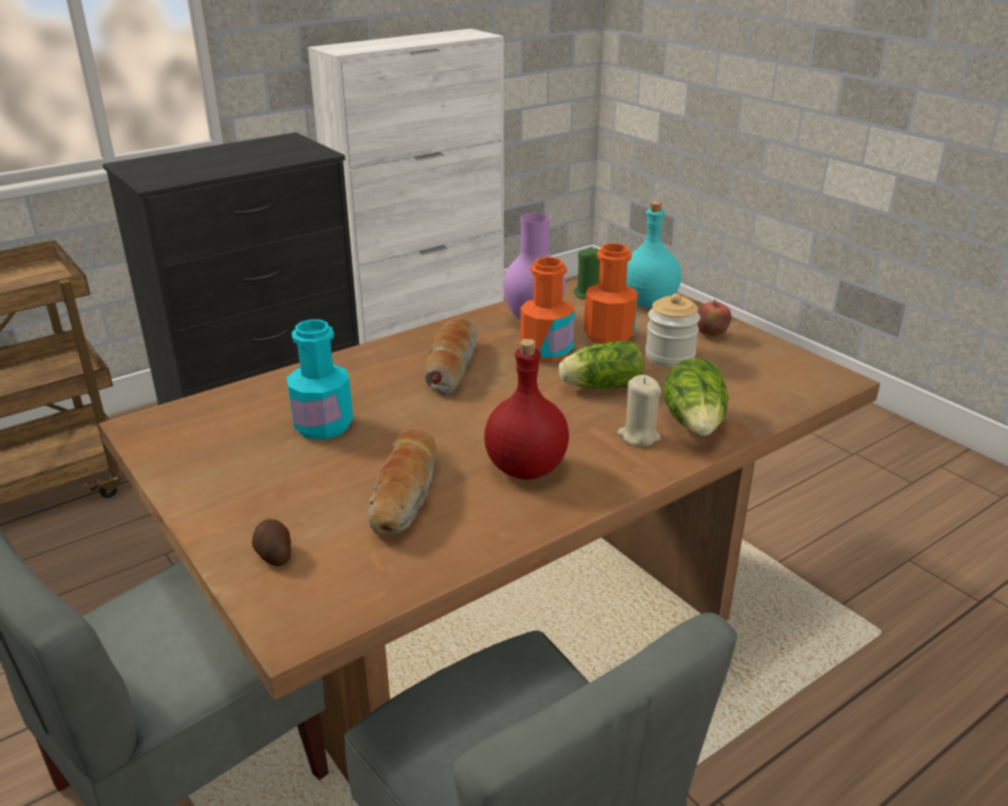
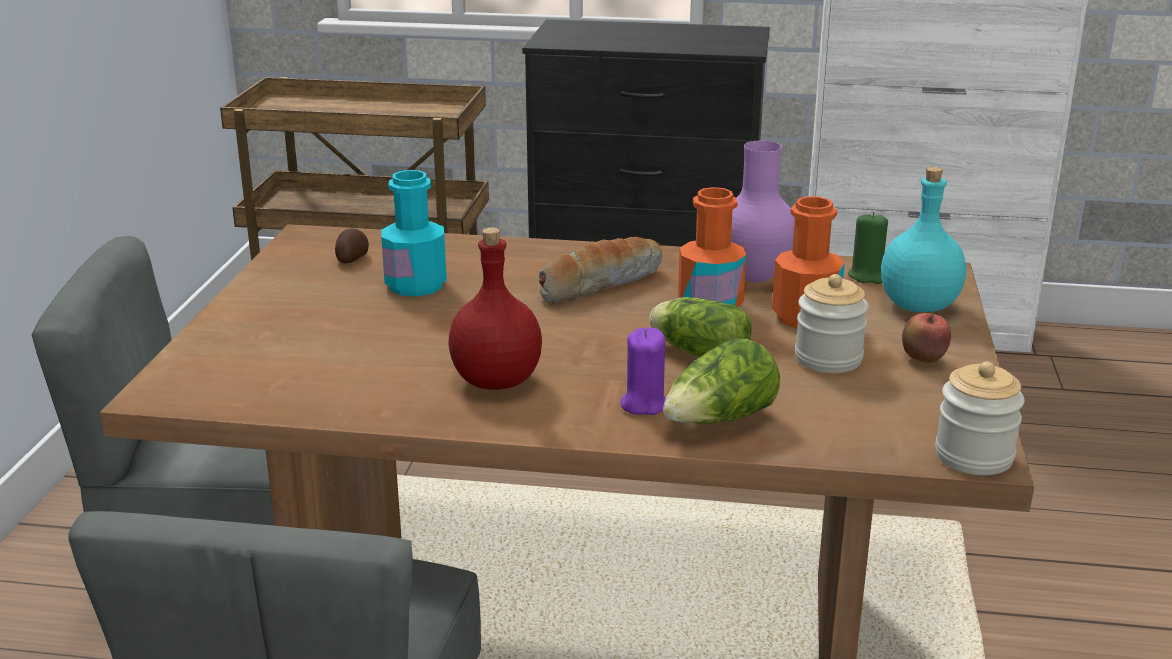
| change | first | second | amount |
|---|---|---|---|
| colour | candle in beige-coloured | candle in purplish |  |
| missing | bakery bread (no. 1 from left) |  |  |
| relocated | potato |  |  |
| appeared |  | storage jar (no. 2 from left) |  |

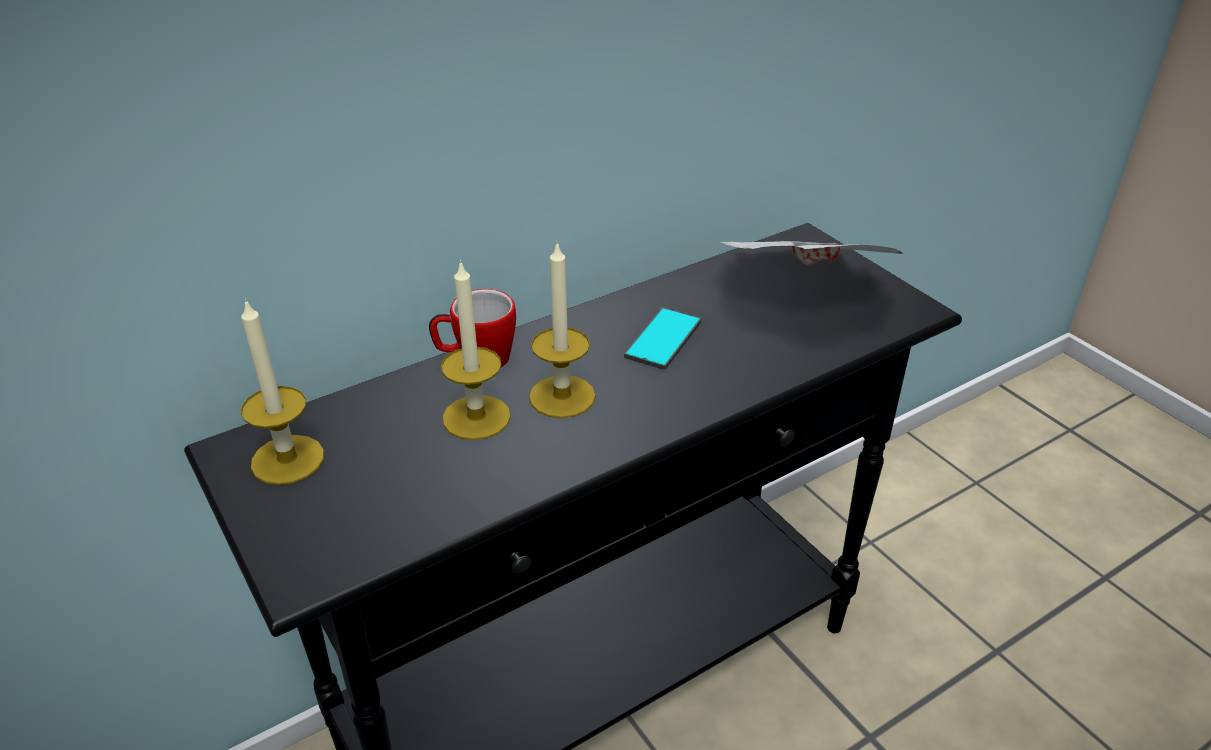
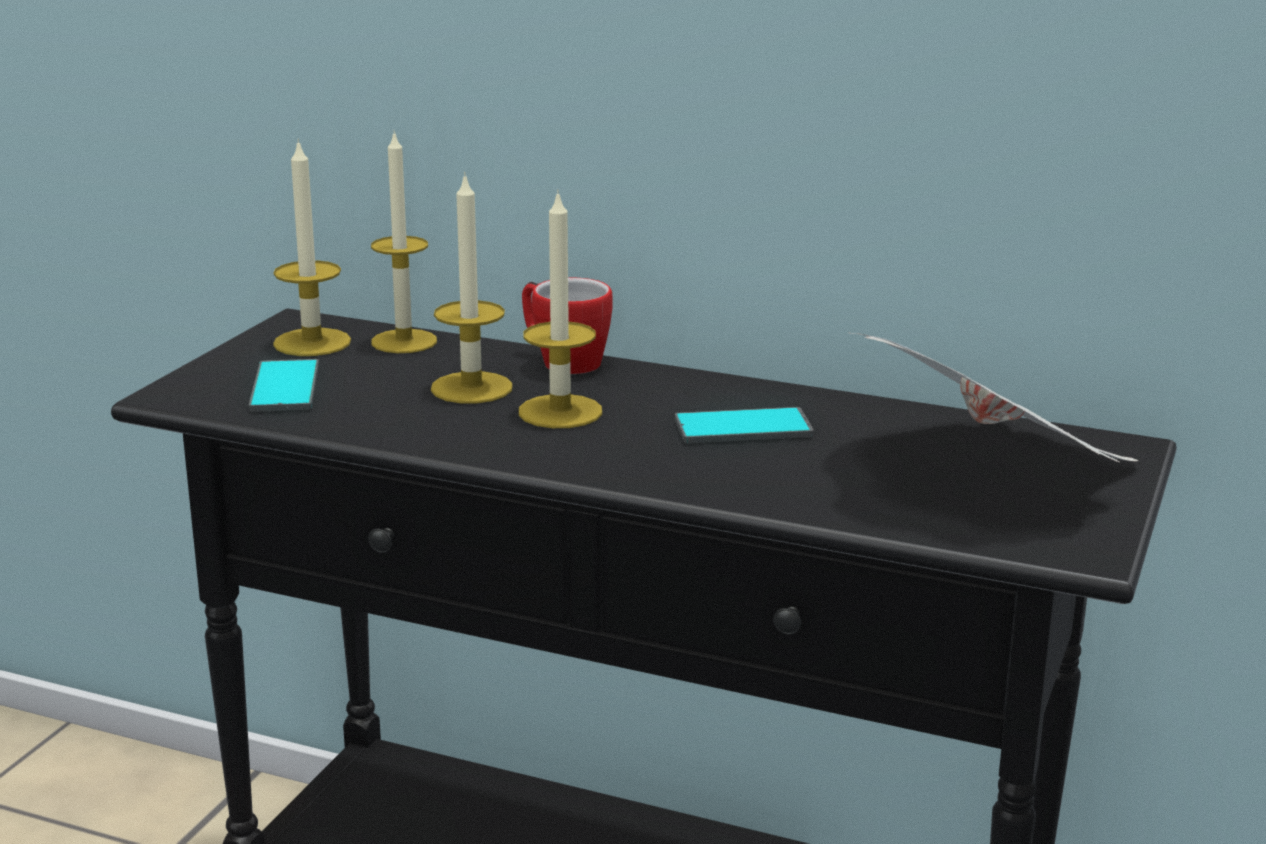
| change | first | second | amount |
|---|---|---|---|
| appeared |  | candle (no. 2 from left) |  |
| appeared |  | handset (no. 1 from left) |  |

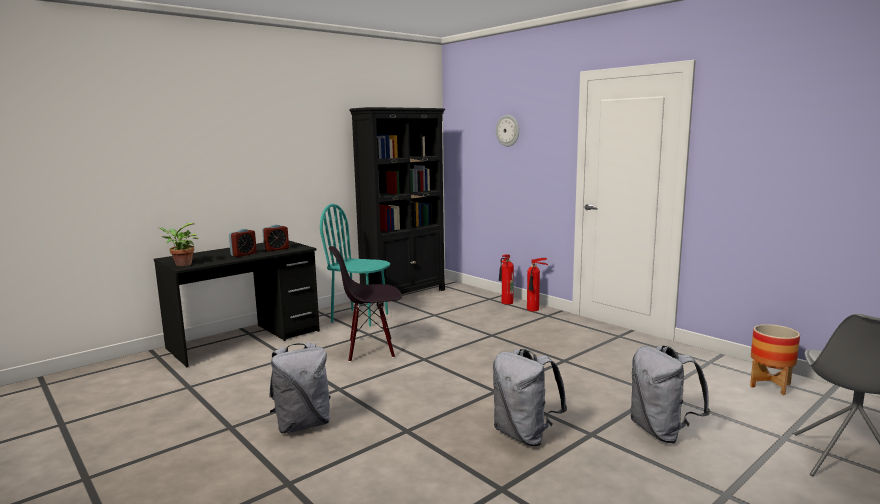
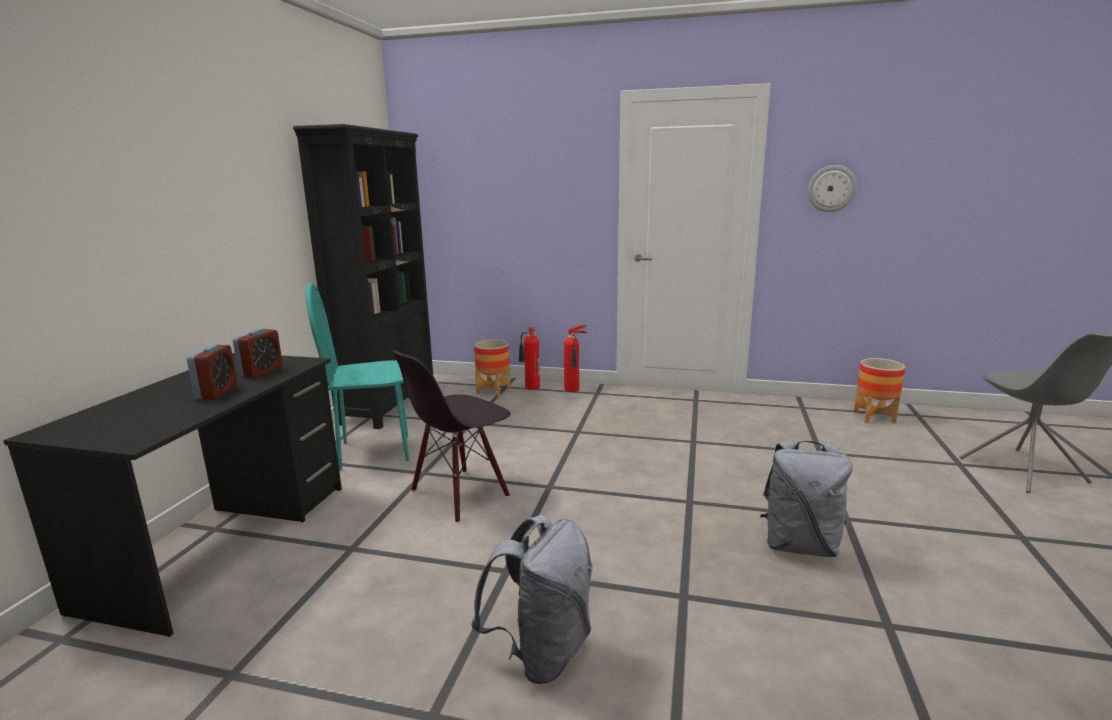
| change | first | second | amount |
|---|---|---|---|
| relocated | wall clock |  |  |
| missing | plant in a pot |  |  |
| missing | backpack in greyish (no. 3 from left) |  |  |
| appeared |  | flower pot (no. 1 from left) |  |

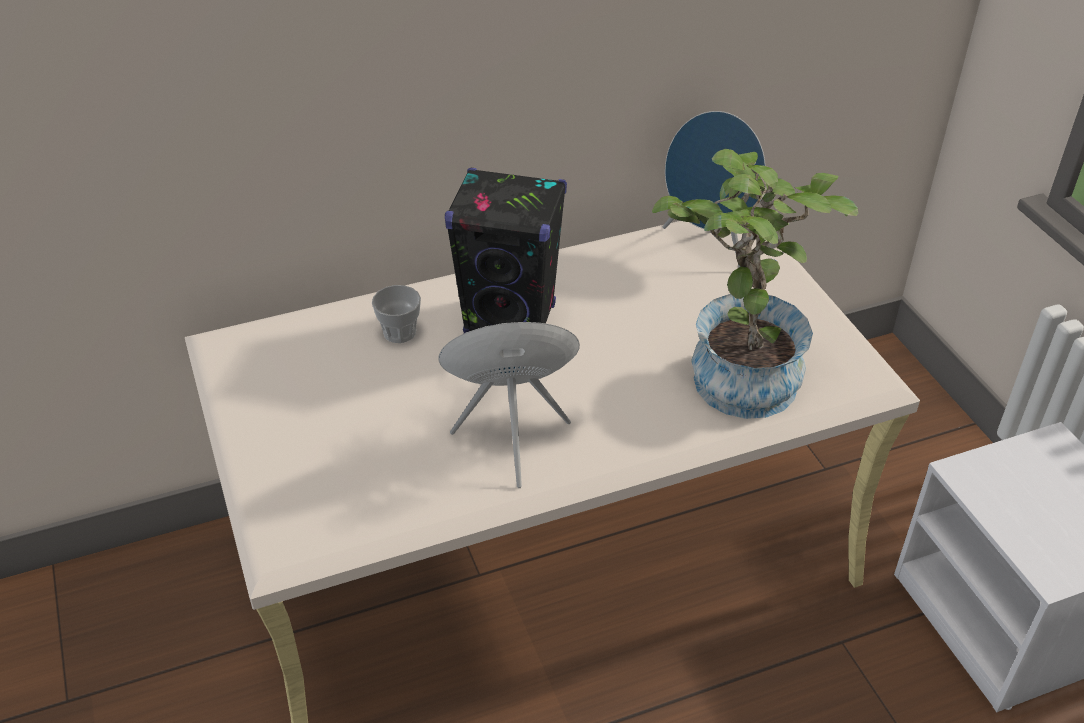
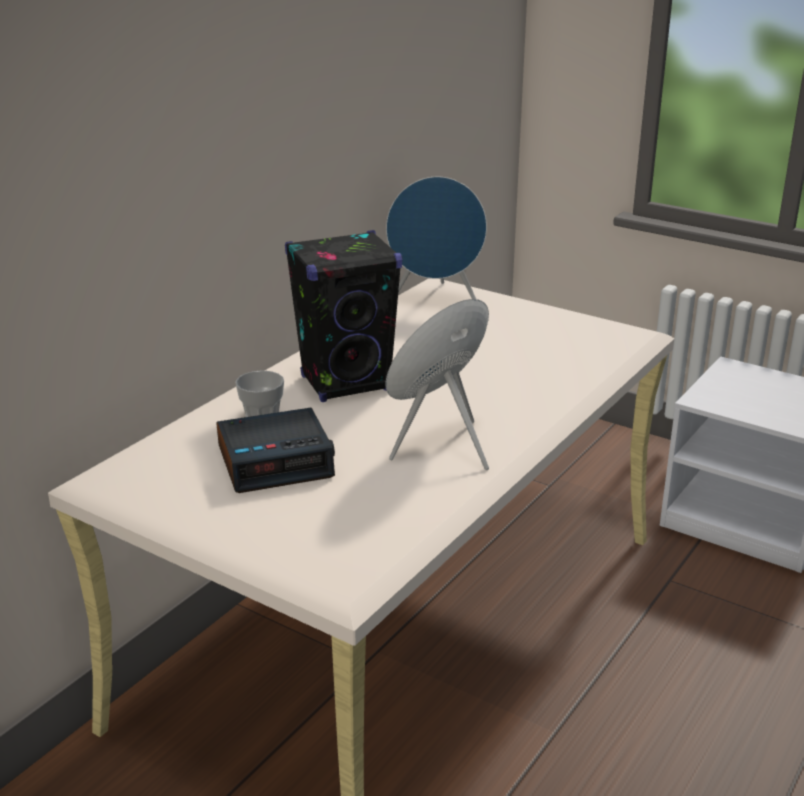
| change | first | second | amount |
|---|---|---|---|
| missing | plant in a pot |  |  |
| appeared |  | bedside clock |  |

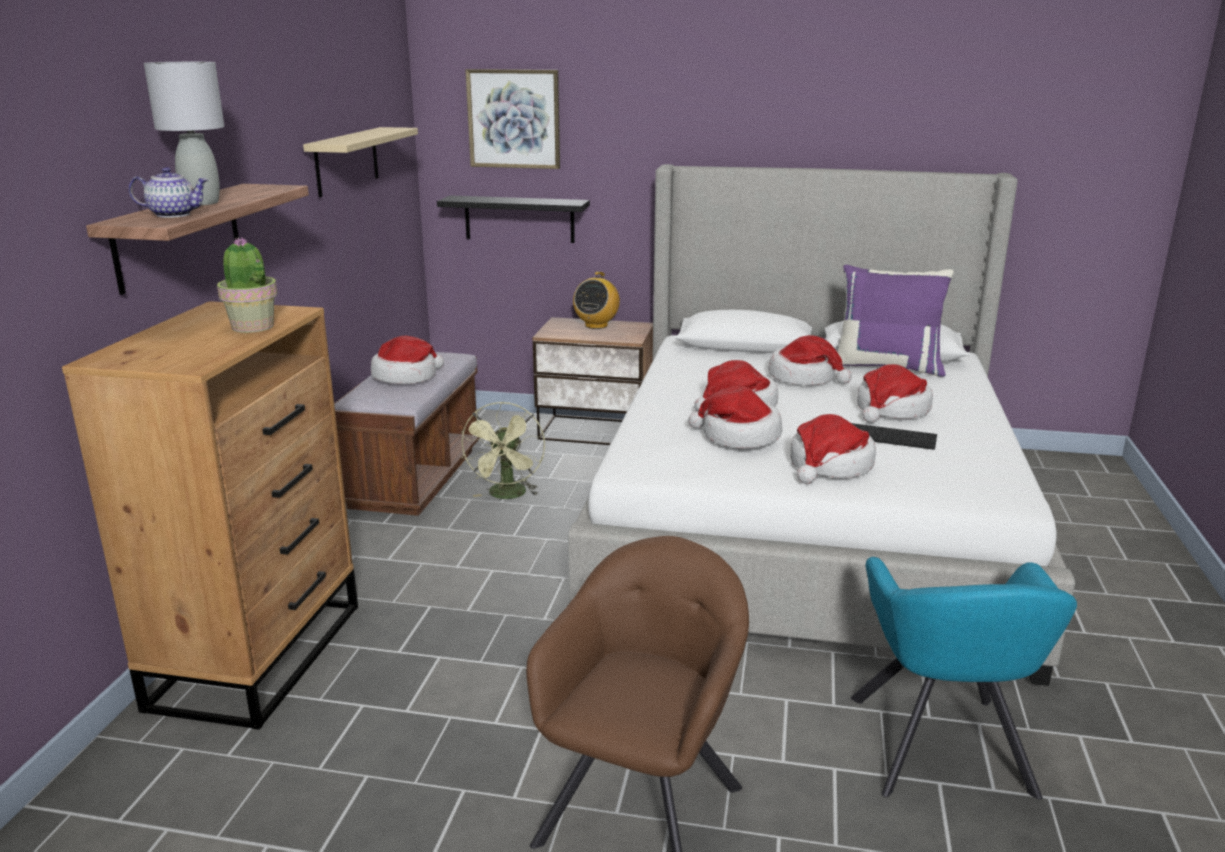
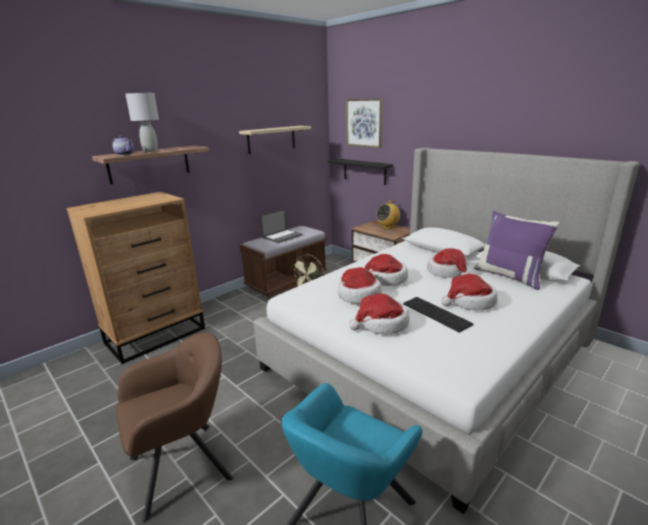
| change | first | second | amount |
|---|---|---|---|
| missing | plant in a pot |  |  |
| exchanged | hat (no. 1 from left) | notebook computer |  |

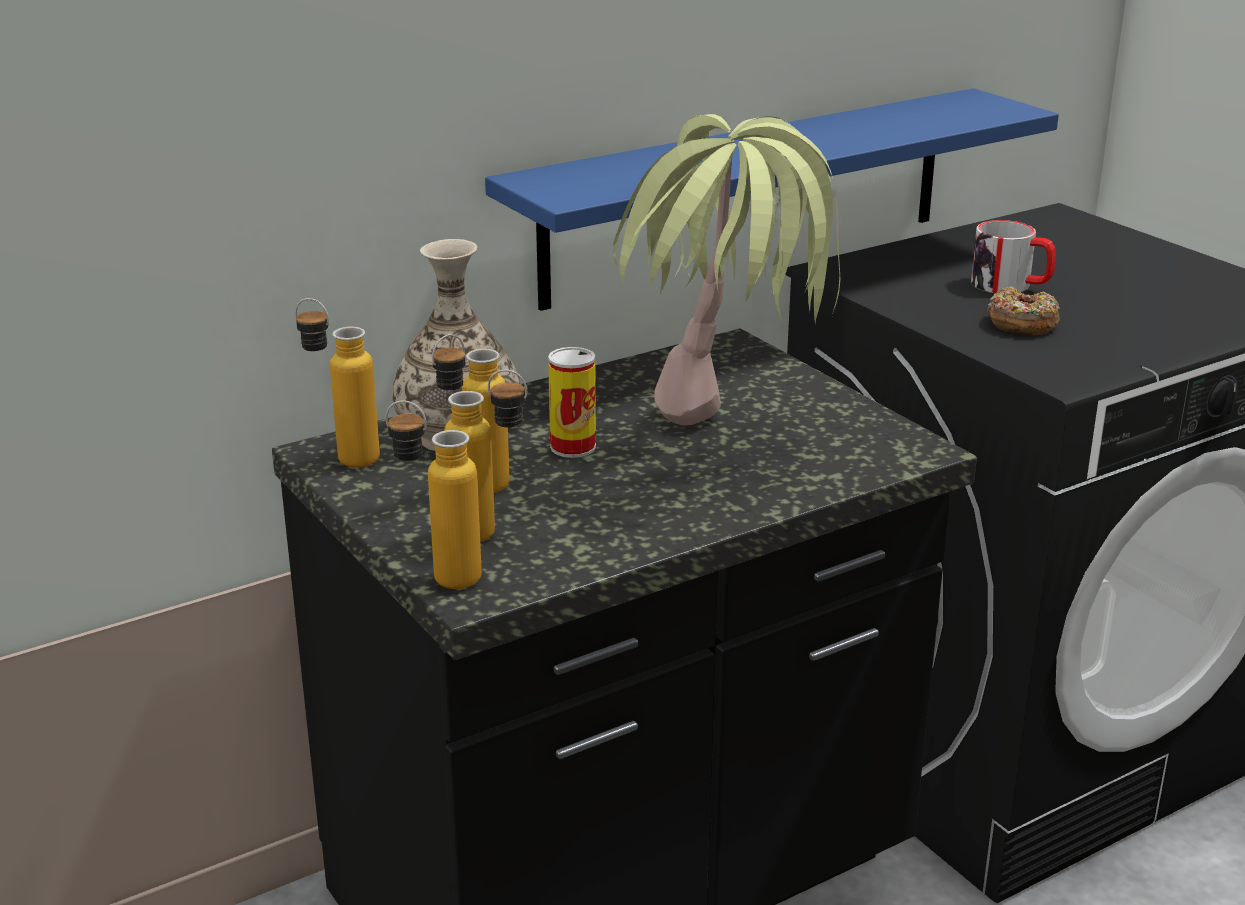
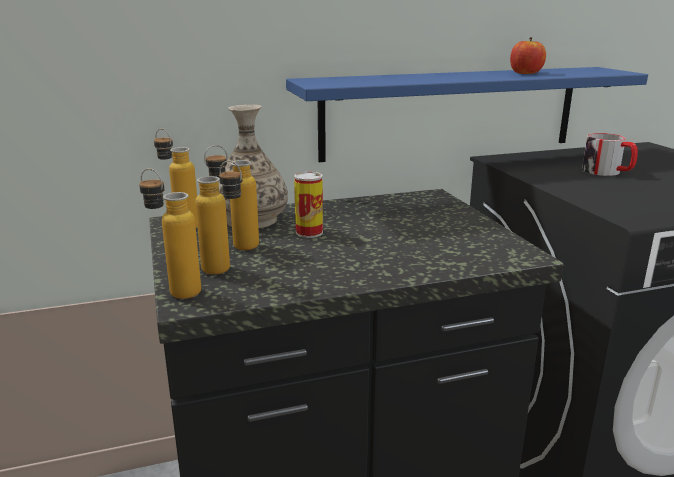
| change | first | second | amount |
|---|---|---|---|
| missing | plant in a pot |  |  |
| missing | donut |  |  |
| appeared |  | apple fruit |  |

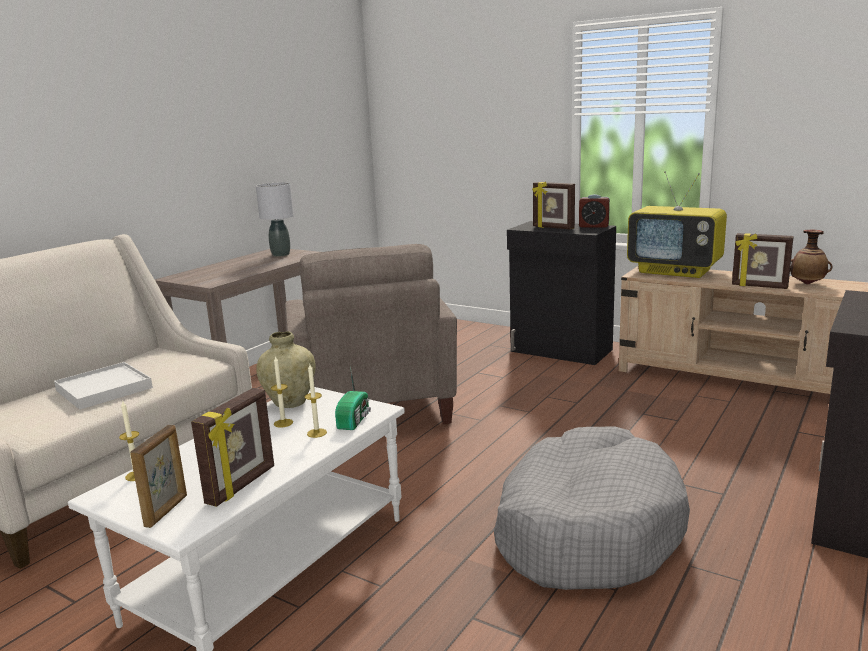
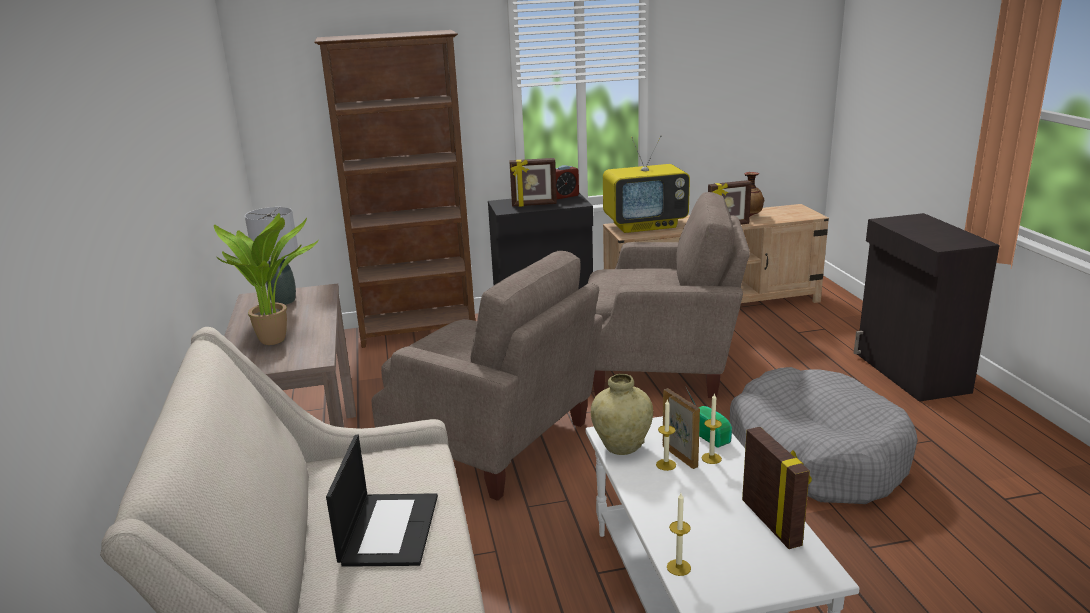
| change | first | second | amount |
|---|---|---|---|
| exchanged | carrying tray in whitish | notebook computer |  |
| relocated | standing frame (no. 1 from left in the first image) | standing frame (no. 2 from left) |  |
| appeared |  | bookcase in brown-coloured |  |
| appeared |  | armchair in beige-coloured (no. 2 from left) |  |
| appeared |  | plant in a pot |  |

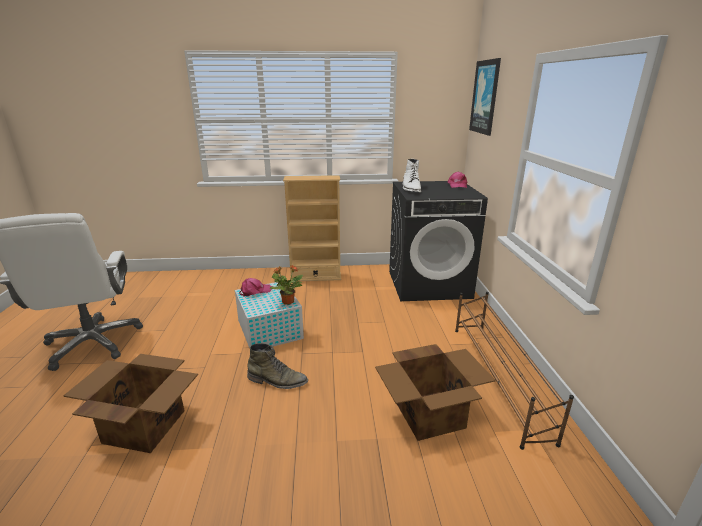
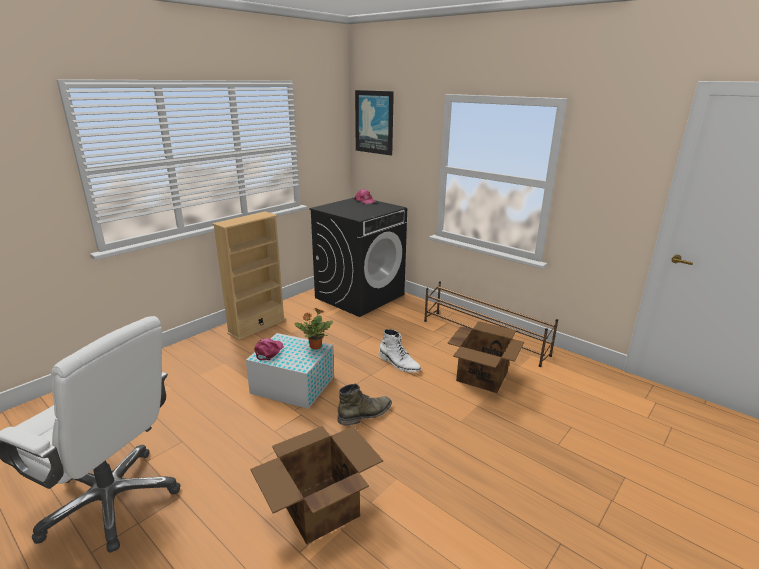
| change | first | second | amount |
|---|---|---|---|
| relocated | boot in whitish |  |  |

